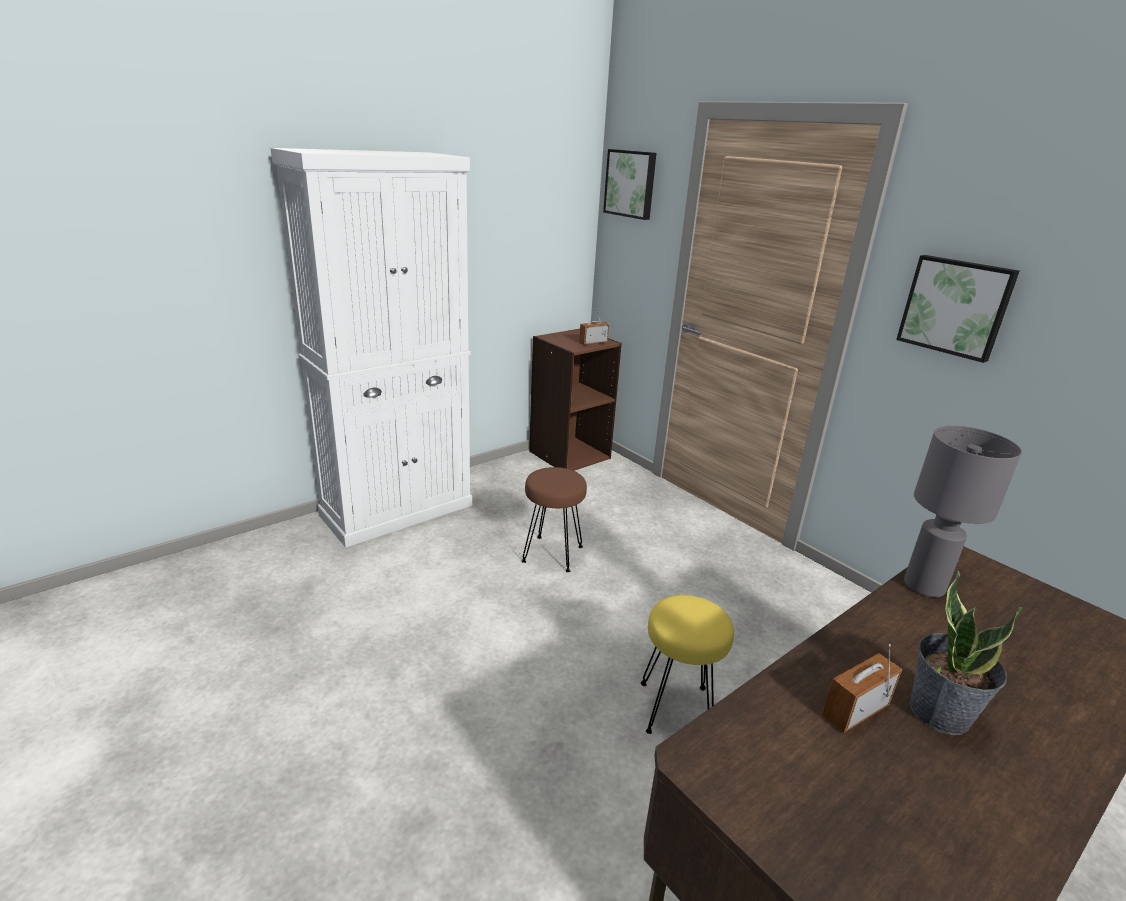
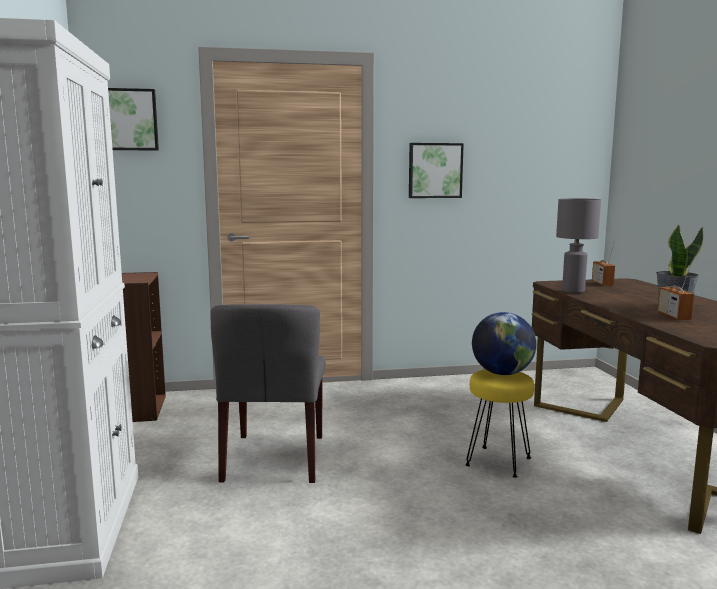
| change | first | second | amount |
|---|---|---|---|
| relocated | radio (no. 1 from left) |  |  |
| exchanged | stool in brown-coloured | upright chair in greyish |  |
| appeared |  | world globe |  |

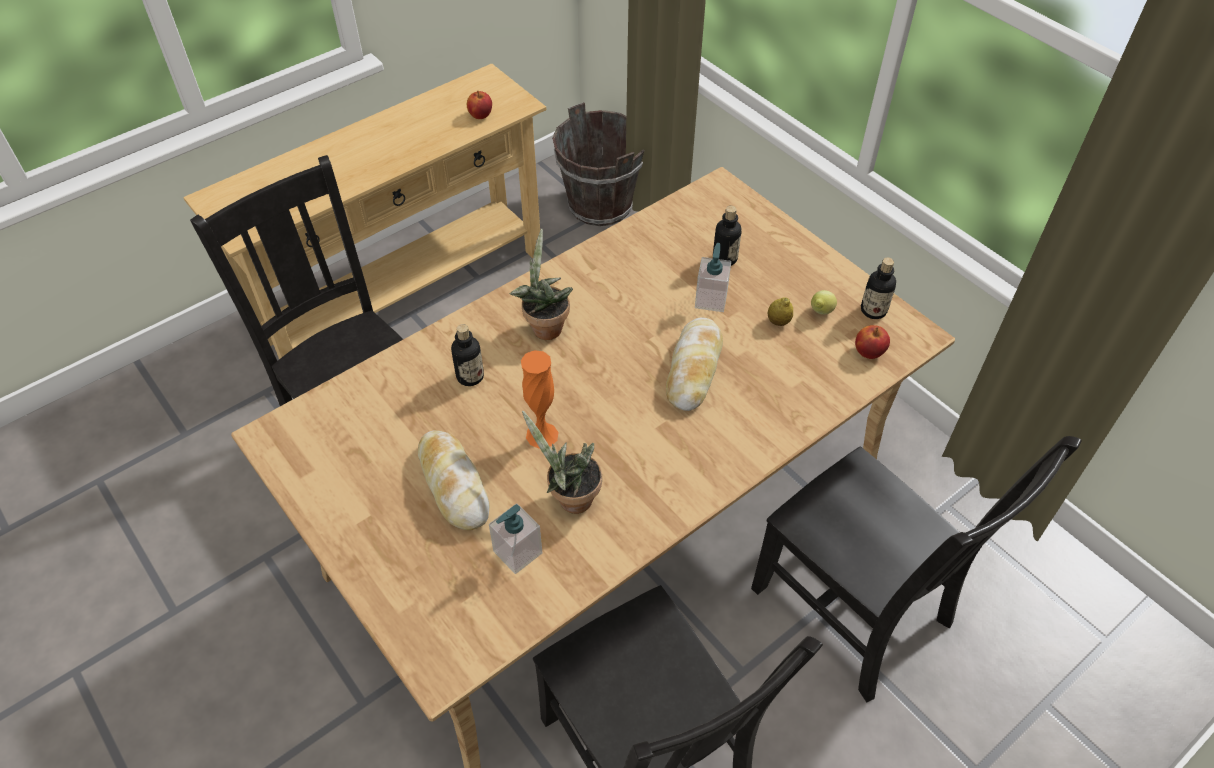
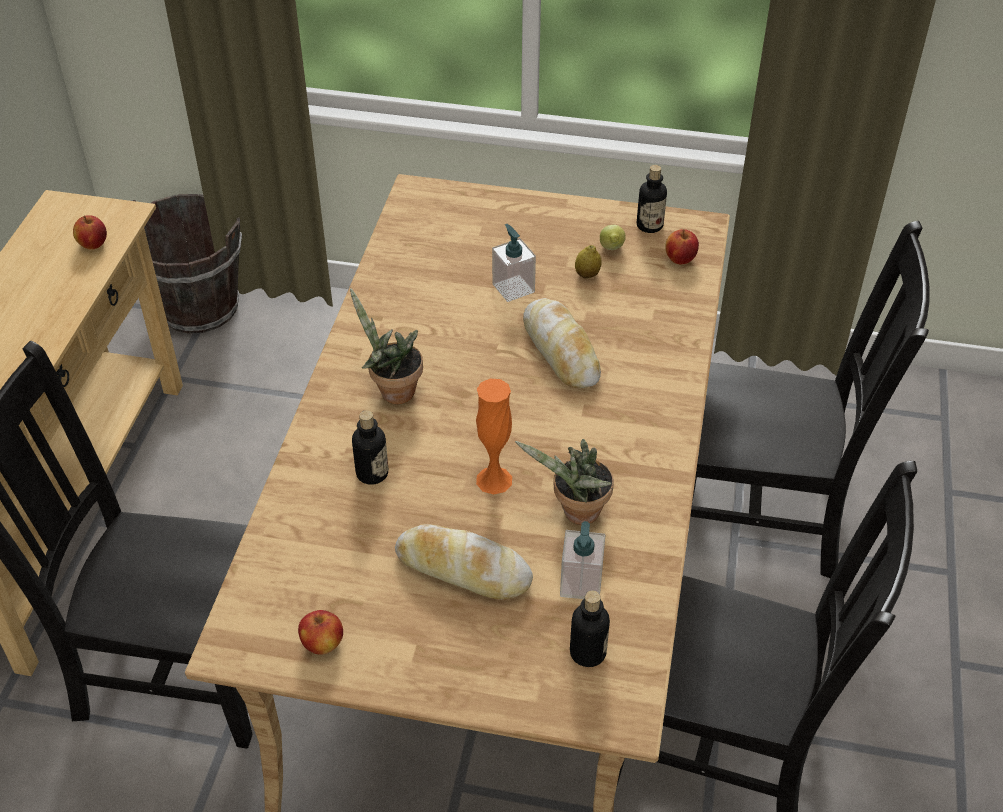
| change | first | second | amount |
|---|---|---|---|
| relocated | beverage bottle (no. 2 from left) |  |  |
| appeared |  | apple fruit (no. 2 from left) |  |

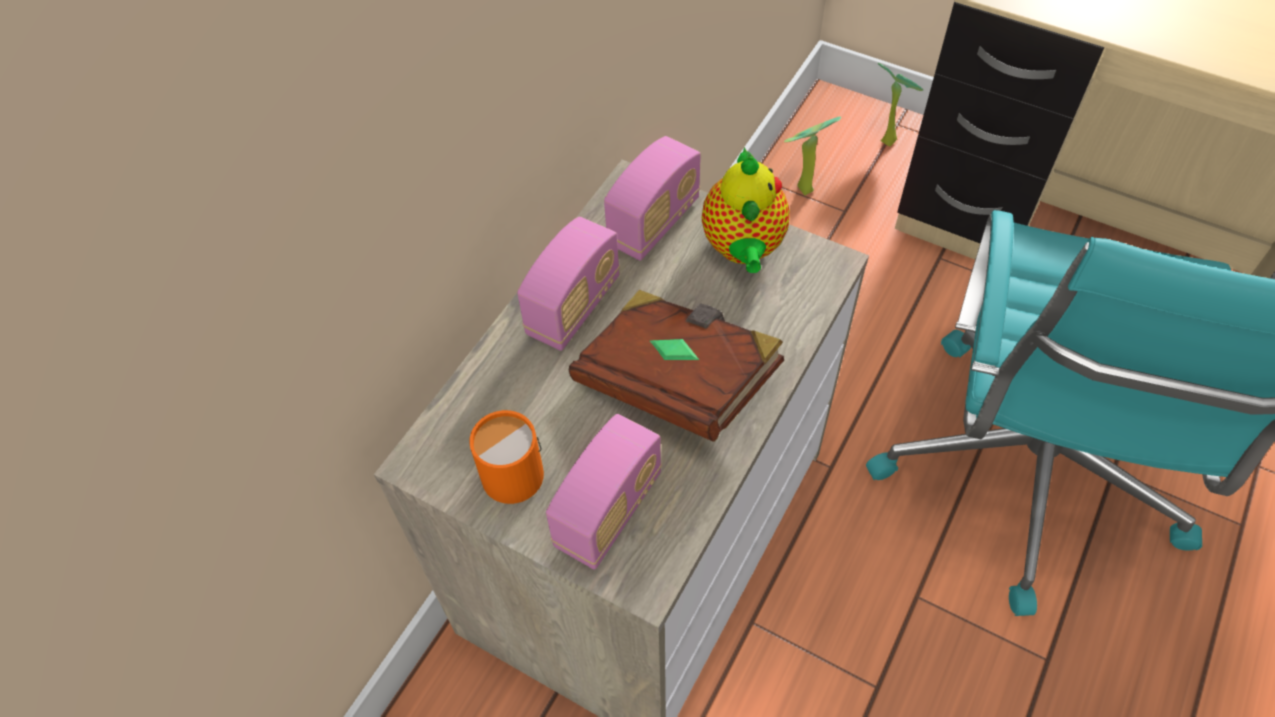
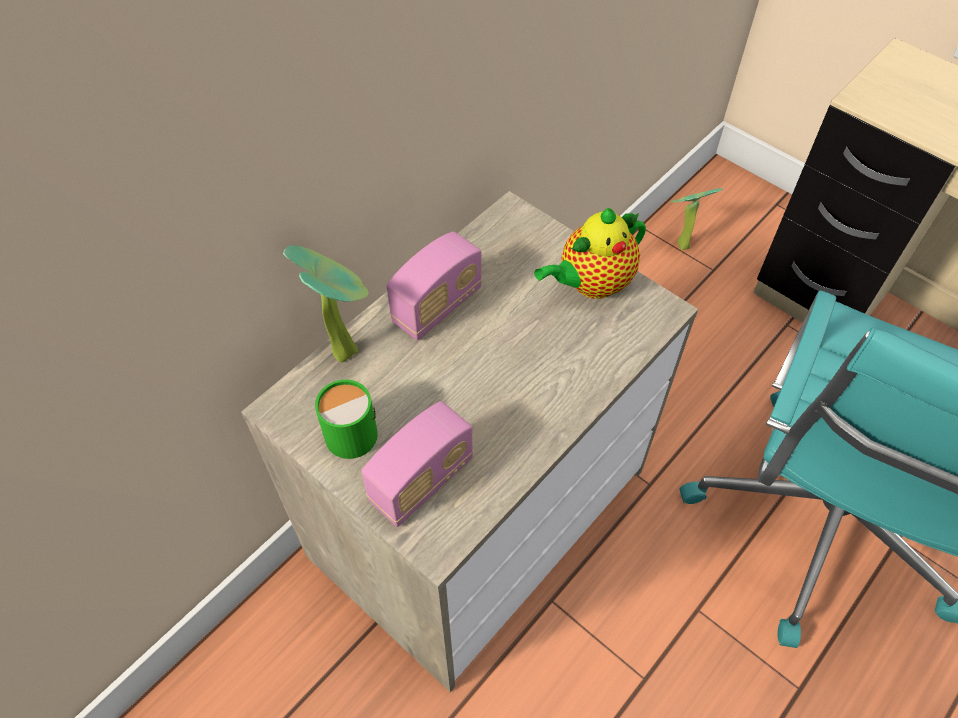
| change | first | second | amount |
|---|---|---|---|
| relocated | plant in a pot (no. 2 from left in the first image) | plant in a pot (no. 1 from left) |  |
| missing | radio (no. 3 from left) |  |  |
| spun | pot for tea |  | 45 degrees clockwise |
| missing | volume in brown-coloured |  |  |
| colour | coffee mug in orange | coffee mug in green |  |

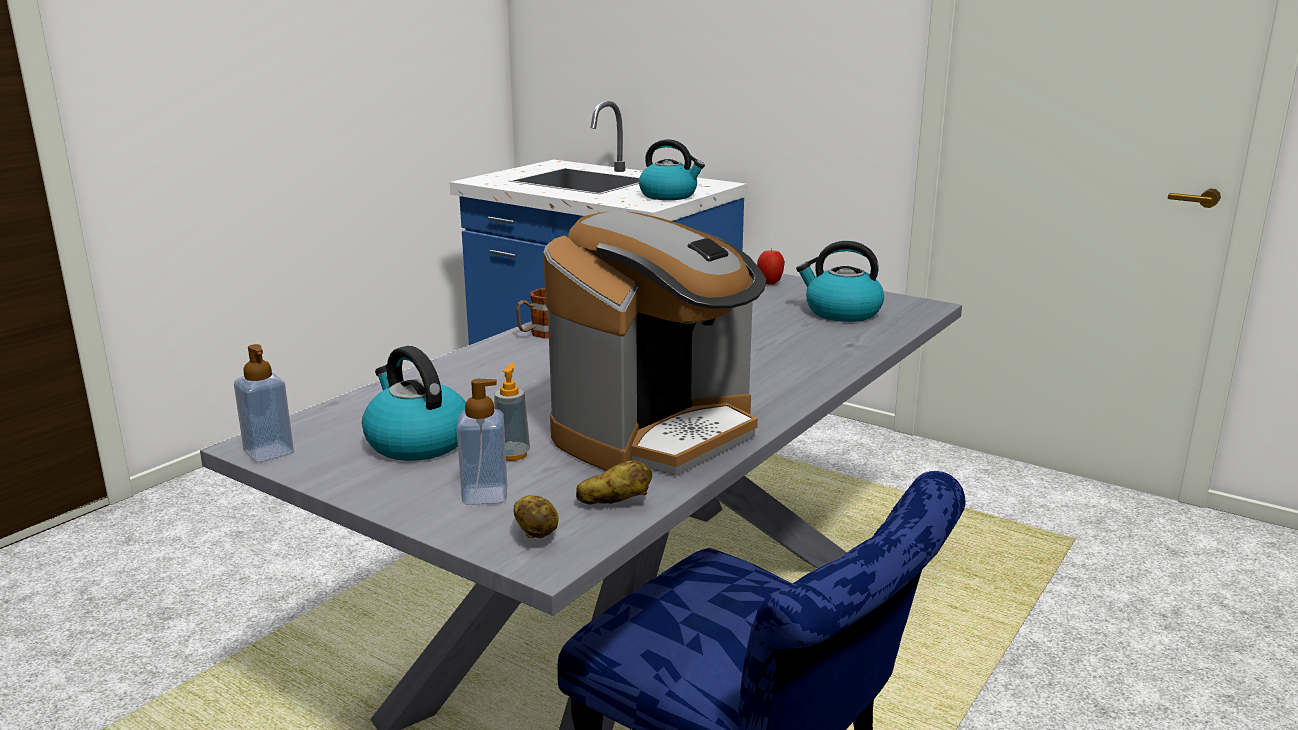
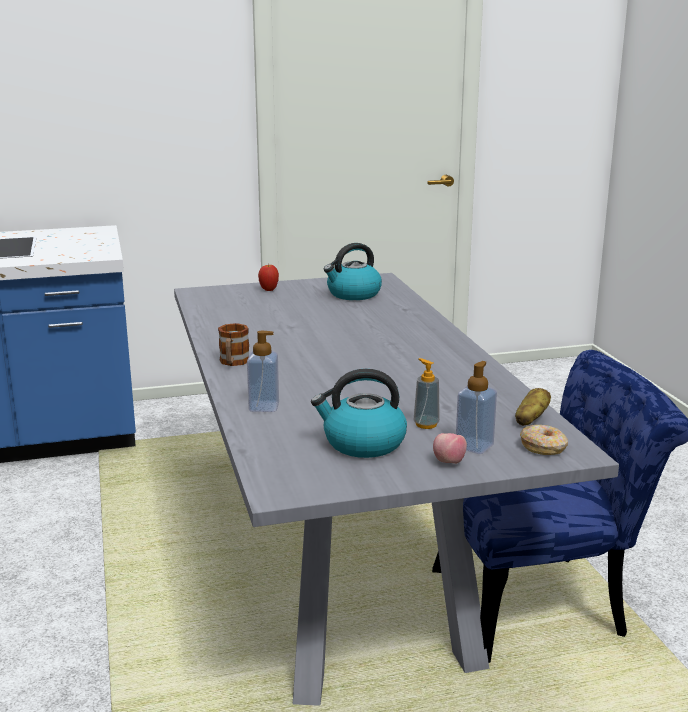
| change | first | second | amount |
|---|---|---|---|
| missing | water kettle (no. 2 from left) |  |  |
| missing | coffee maker |  |  |
| relocated | soap dispenser (no. 1 from left) |  |  |
| exchanged | potato (no. 1 from left) | donut |  |
| appeared |  | apple fruit (no. 2 from left) |  |

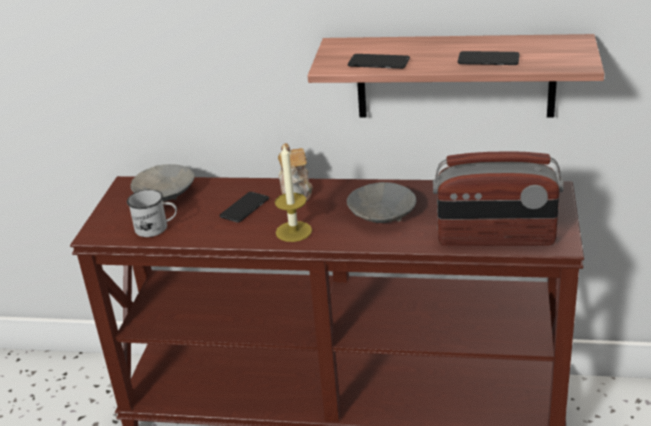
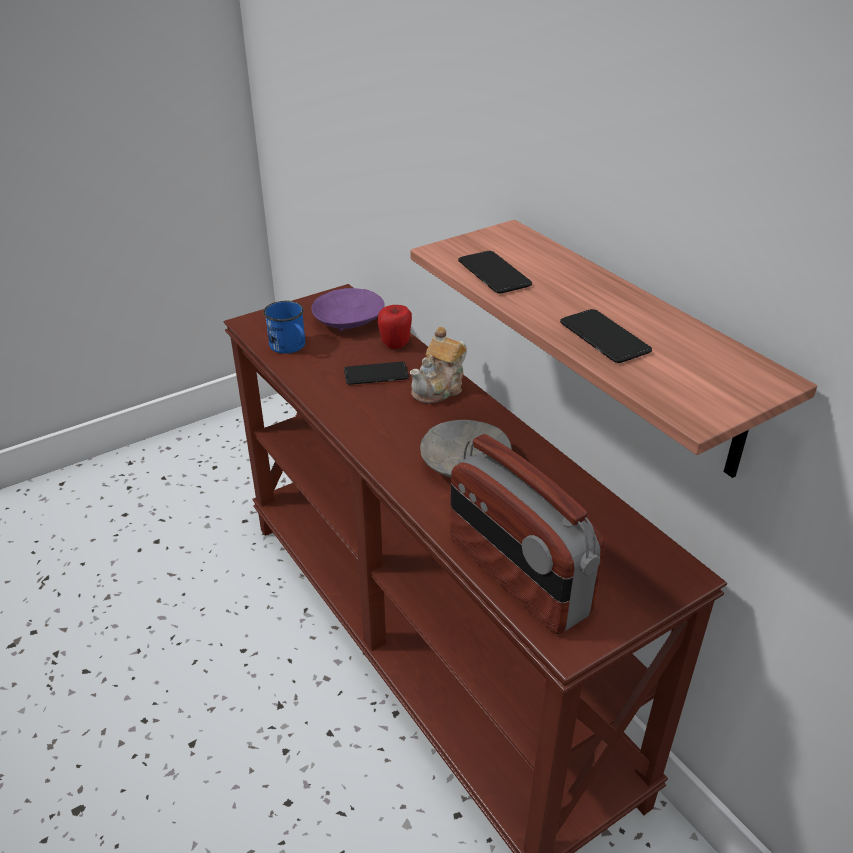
| change | first | second | amount |
|---|---|---|---|
| missing | candle |  |  |
| colour | deep dish in greyish (no. 1 from left) | deep dish in purplish |  |
| colour | coffee mug in whitish | coffee mug in blue |  |
| appeared |  | apple fruit |  |

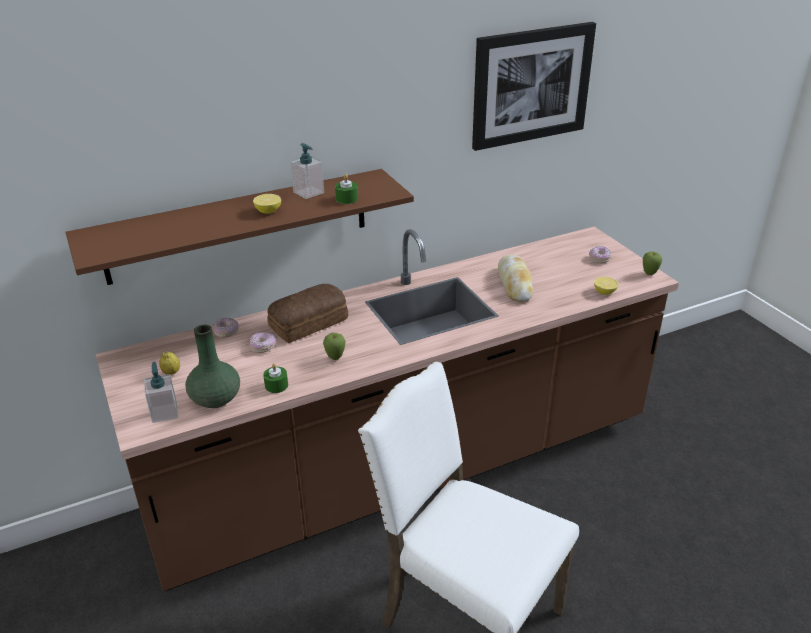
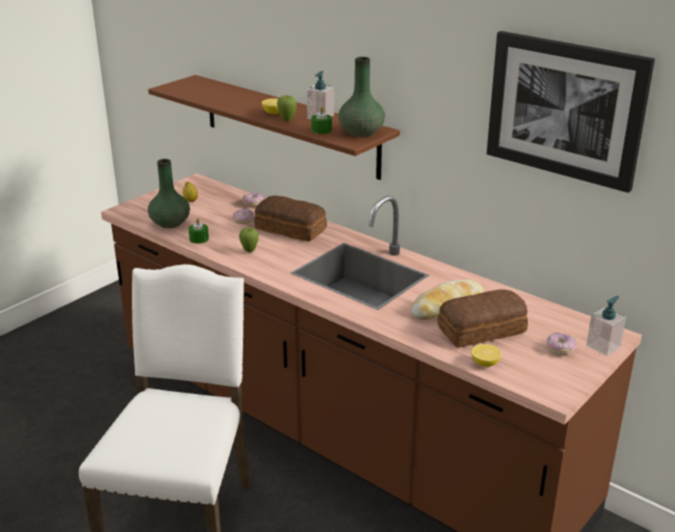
| change | first | second | amount |
|---|---|---|---|
| relocated | apple fruit (no. 2 from left) |  |  |
| relocated | soap dispenser (no. 1 from left in the first image) | soap dispenser (no. 2 from left) |  |
| appeared |  | flower vase in green (no. 2 from left) |  |
| appeared |  | bakery bread (no. 3 from left) |  |

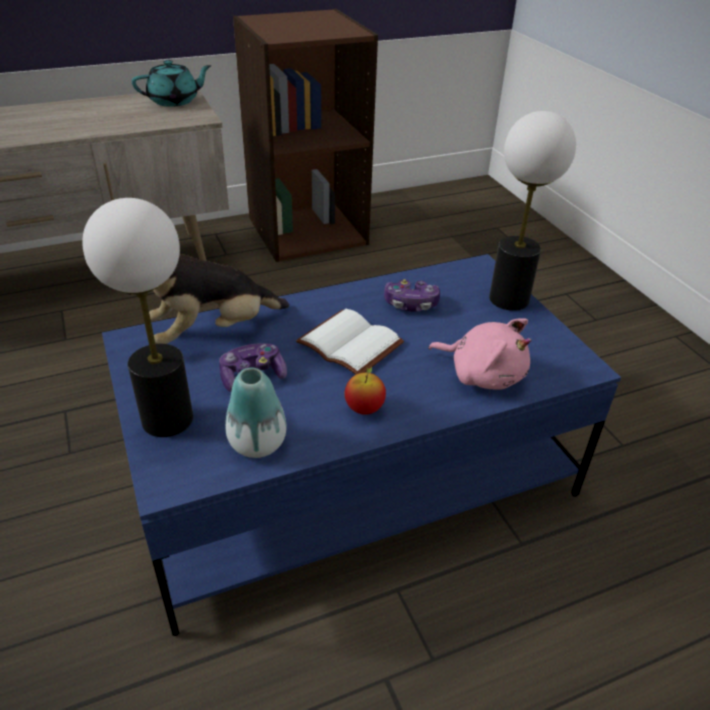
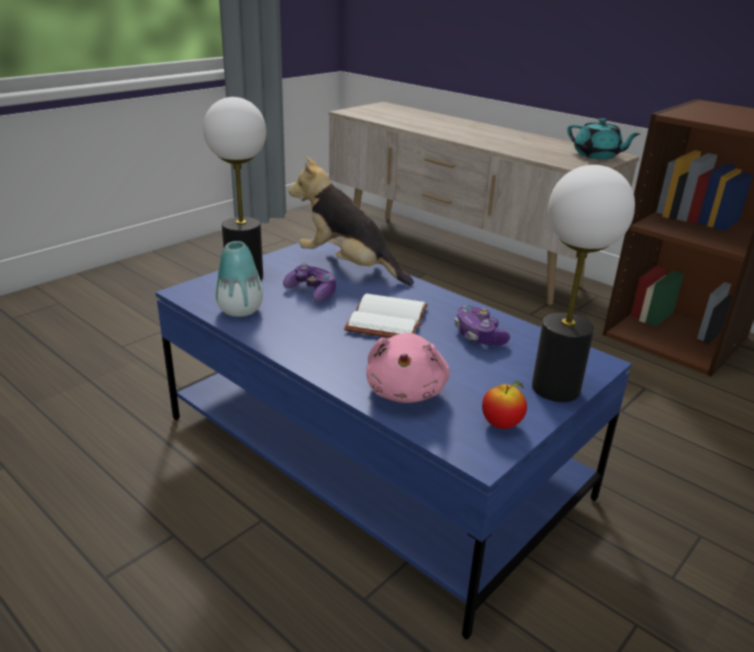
| change | first | second | amount |
|---|---|---|---|
| relocated | apple fruit |  |  |

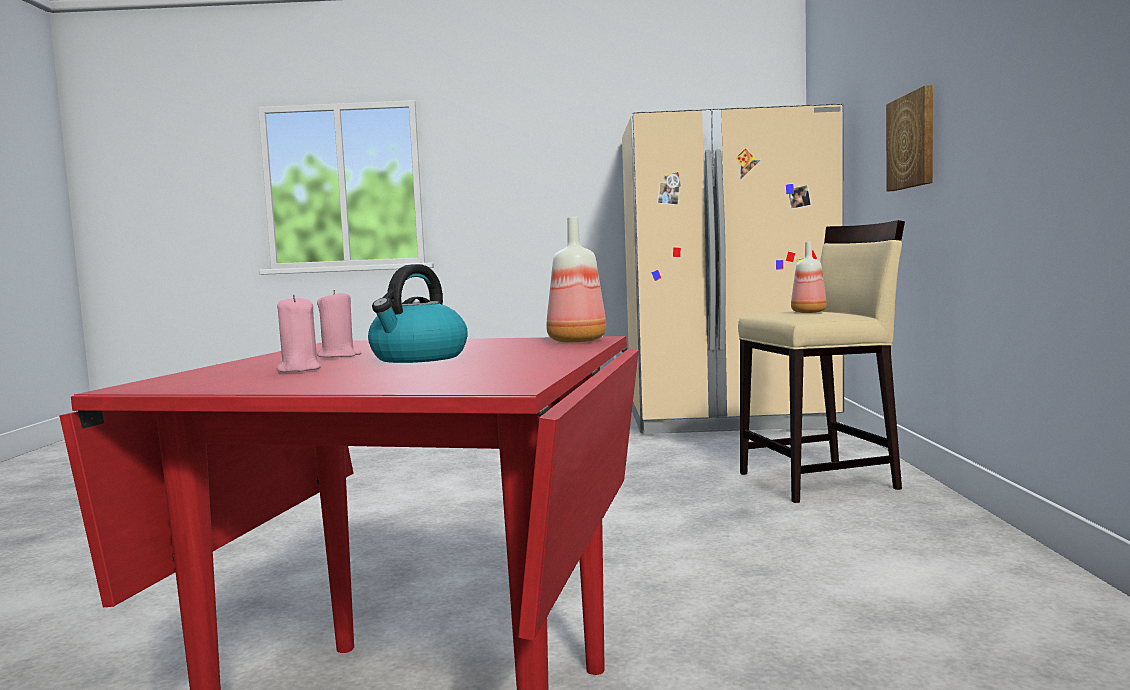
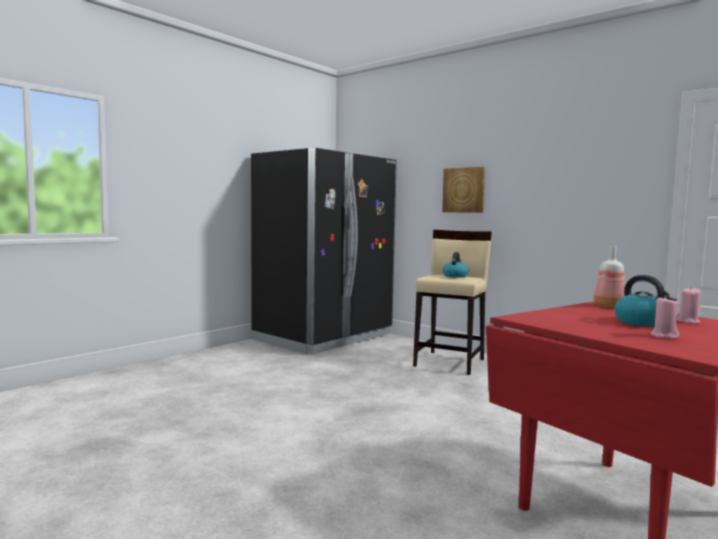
| change | first | second | amount |
|---|---|---|---|
| colour | refrigerator in beige-coloured | refrigerator in black-coloured |  |
| exchanged | beverage bottle (no. 2 from left) | water kettle (no. 1 from left) |  |
| relocated | candle in pink (no. 2 from left) |  |  |

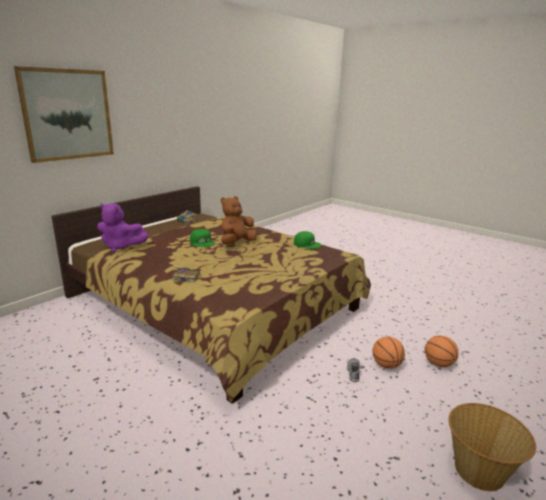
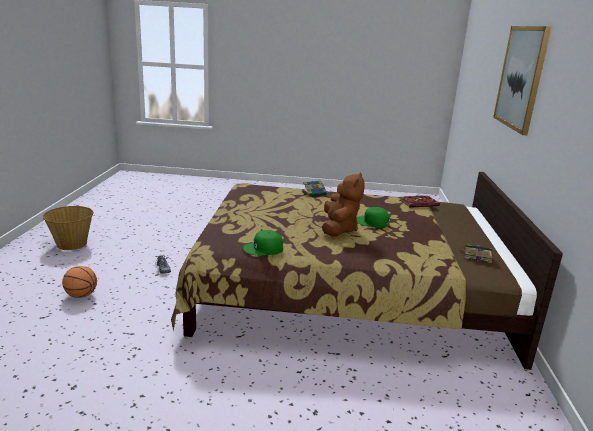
| change | first | second | amount |
|---|---|---|---|
| exchanged | plush toy in purplish | volume (no. 2 from left) |  |
| missing | basketball ball (no. 1 from left) |  |  |

